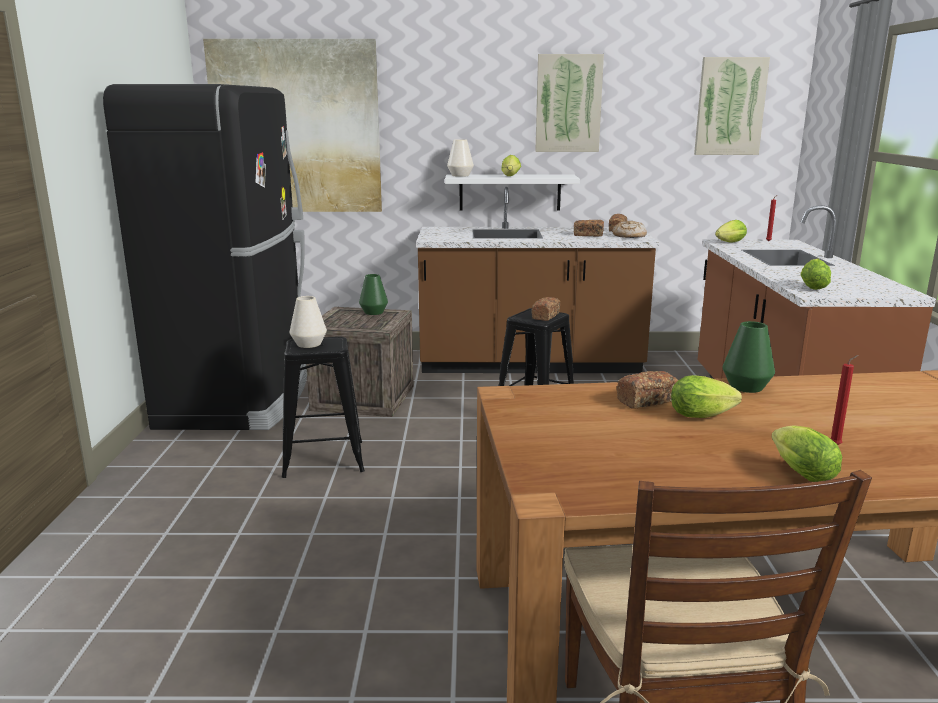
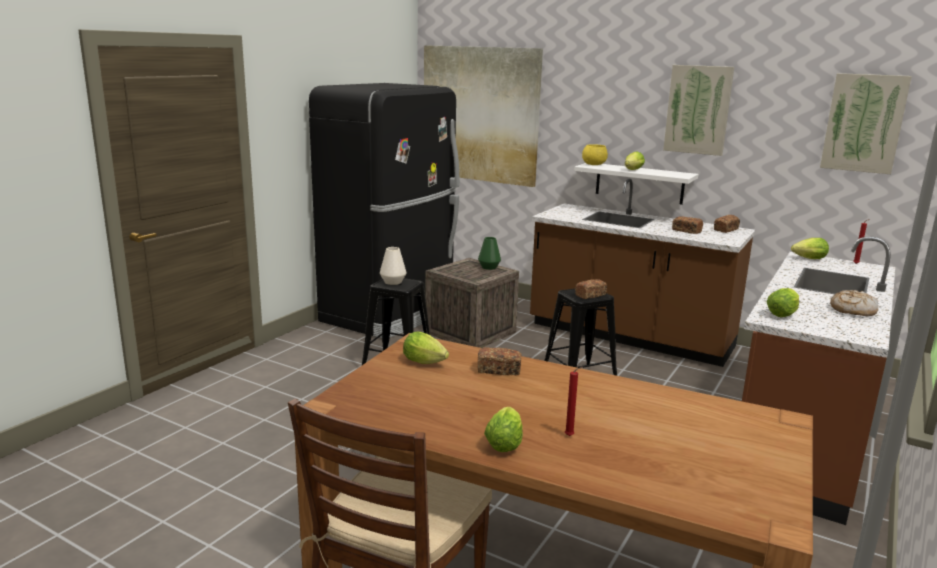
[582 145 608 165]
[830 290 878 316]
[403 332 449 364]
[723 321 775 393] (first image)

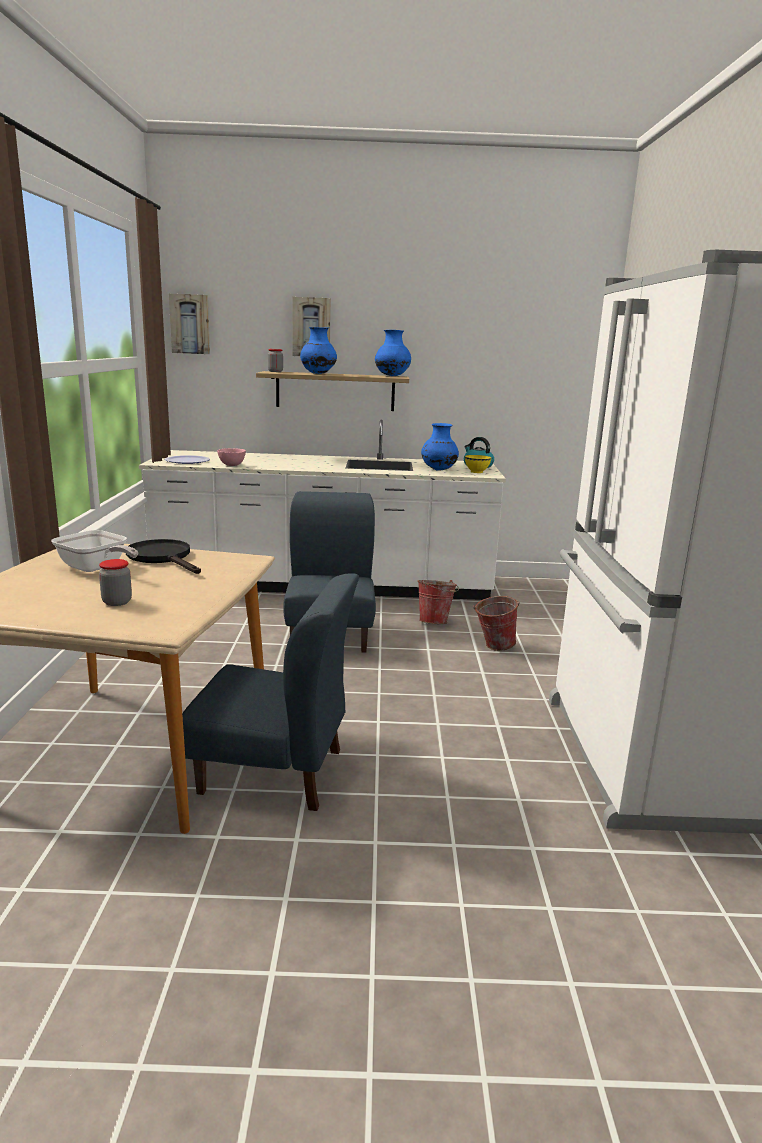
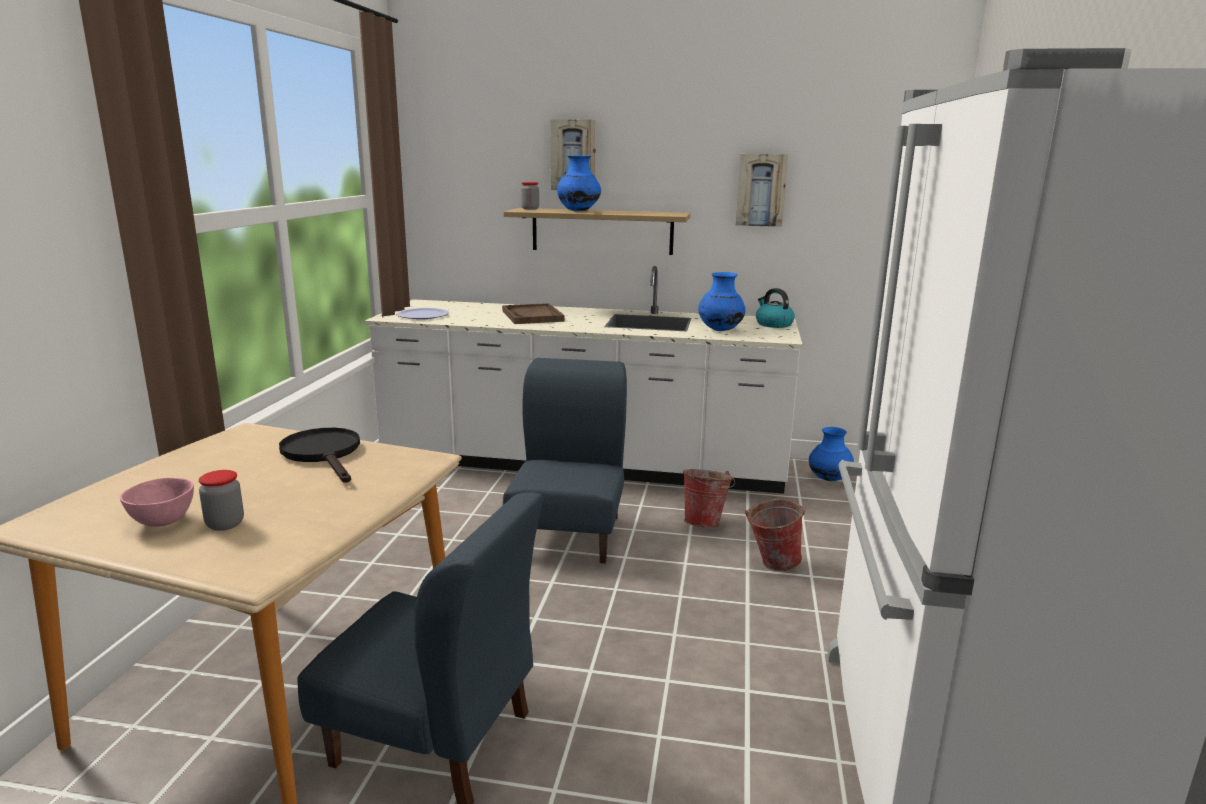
[51 530 138 572] (first image)
[736 154 788 227]
[120 478 194 527]
[809 427 854 481]
[465 455 491 473] (first image)
[502 303 565 324]

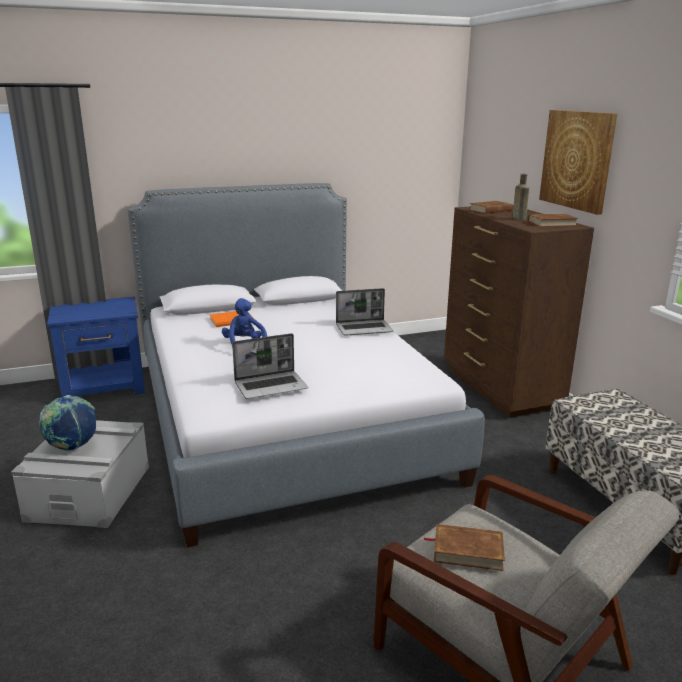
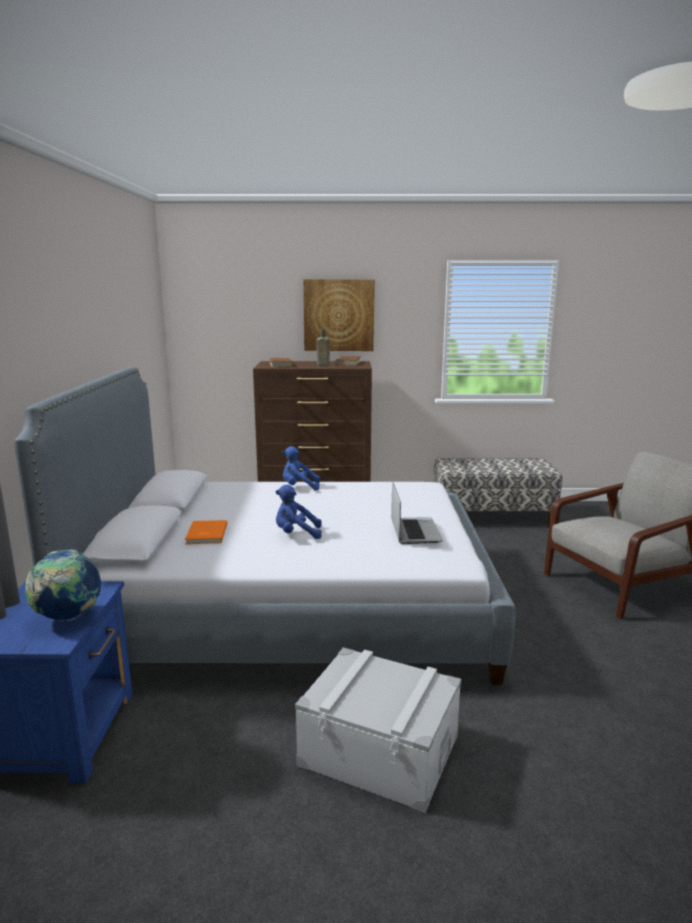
[25 549 101 621]
[283 446 320 491]
[423 524 505 571] (first image)

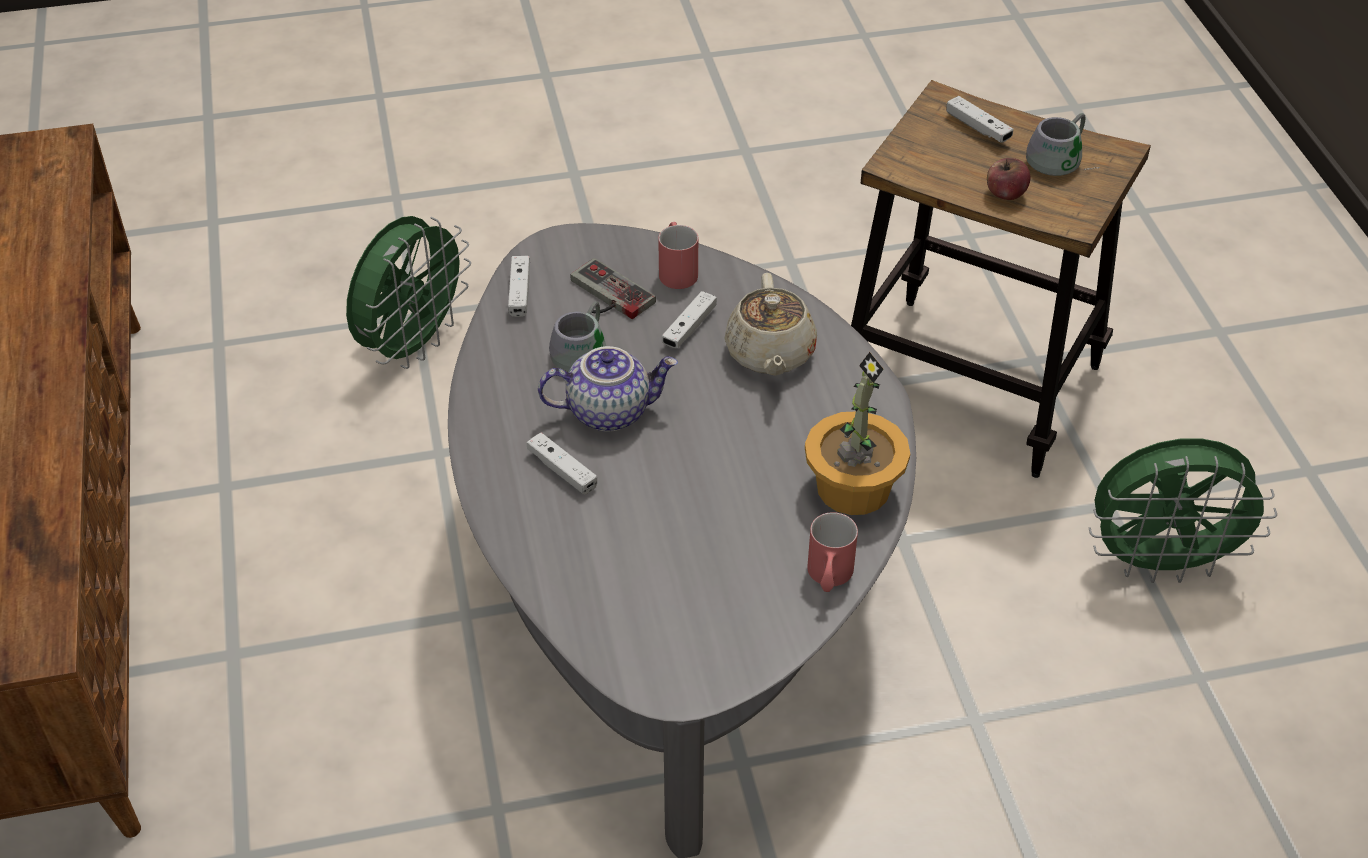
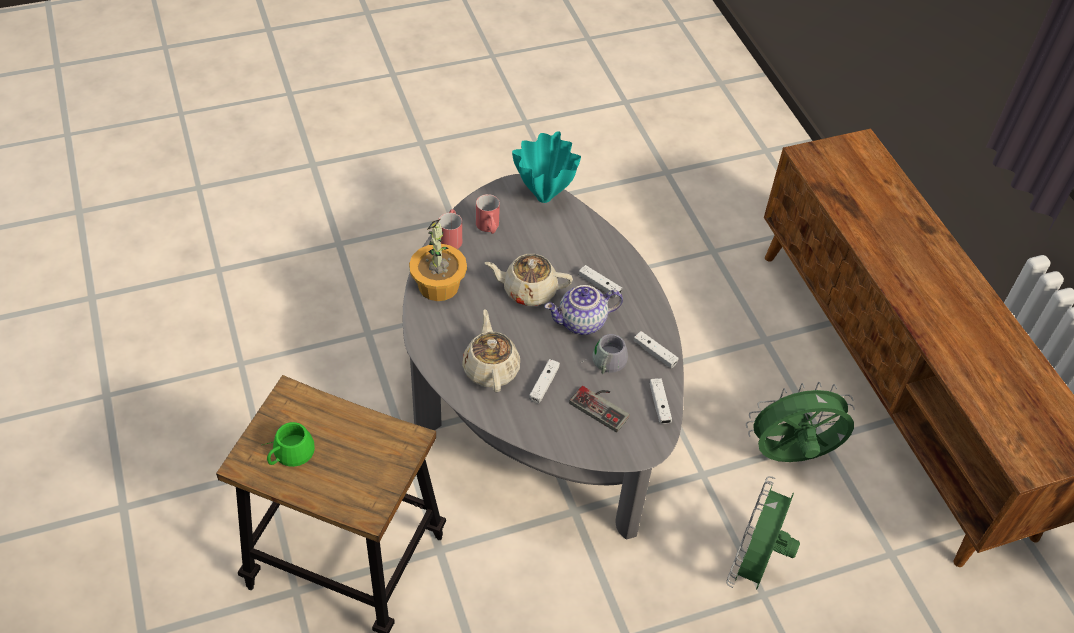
[476 194 500 234]
[633 331 679 368]
[987 158 1030 200] (first image)
[261 422 315 467]
[746 382 855 462]
[485 254 573 306]
[512 131 581 203]

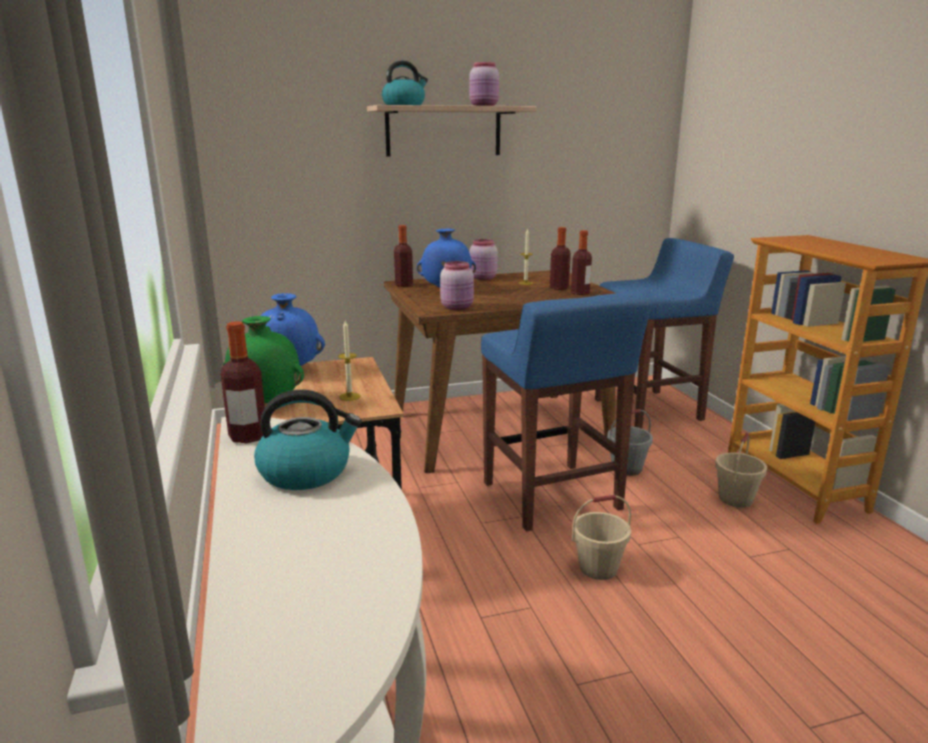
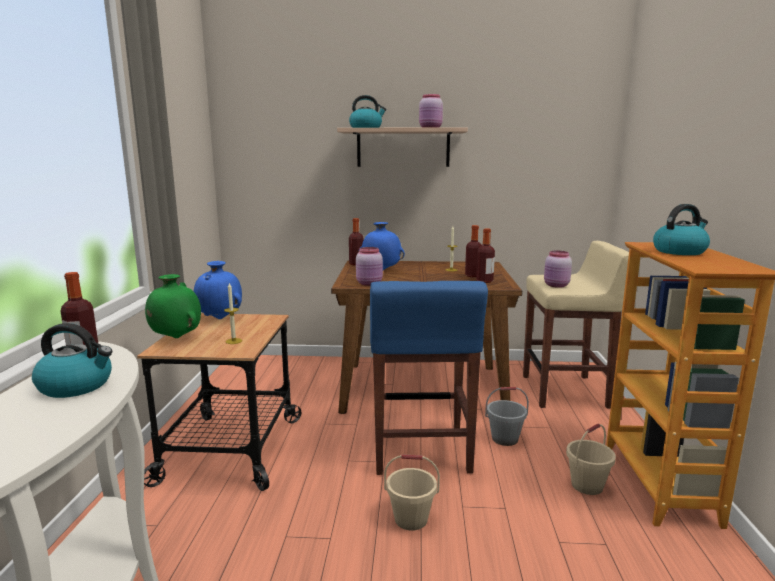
[544 251 572 288]
[523 241 629 409]
[653 204 710 255]

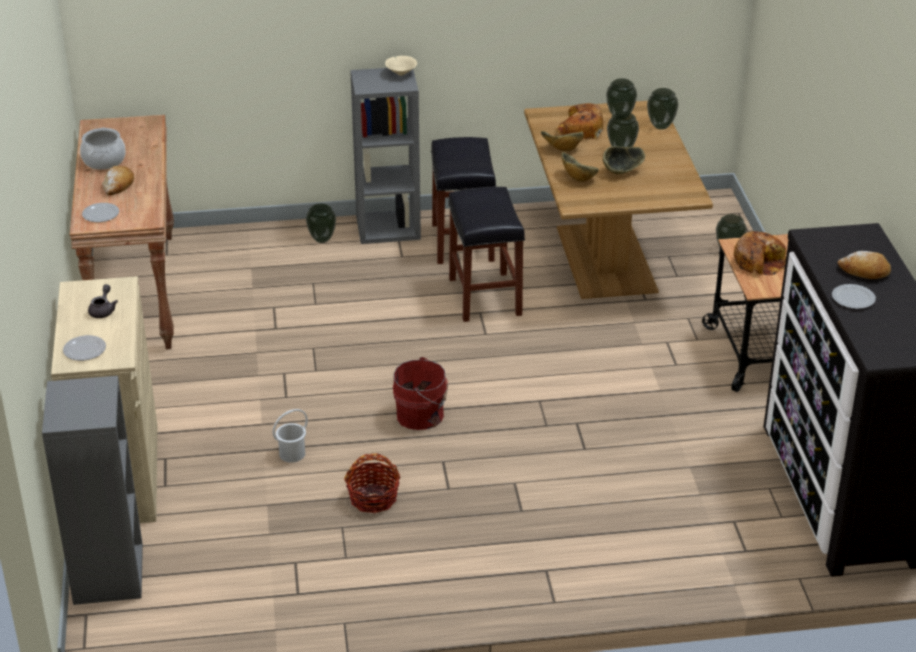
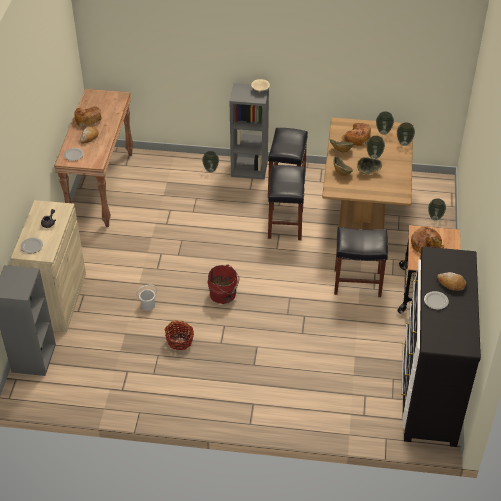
[74 106 101 127]
[334 227 388 297]

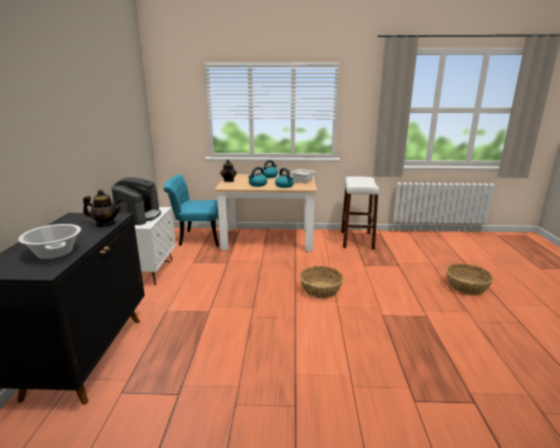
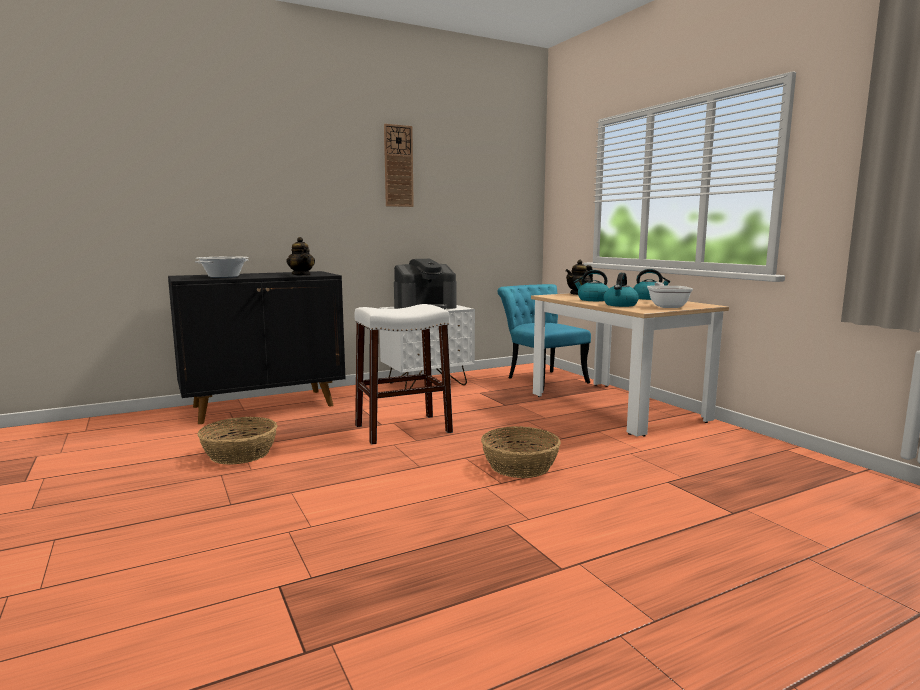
[354 304 453 445]
[197 417 277 465]
[384 124 414 207]

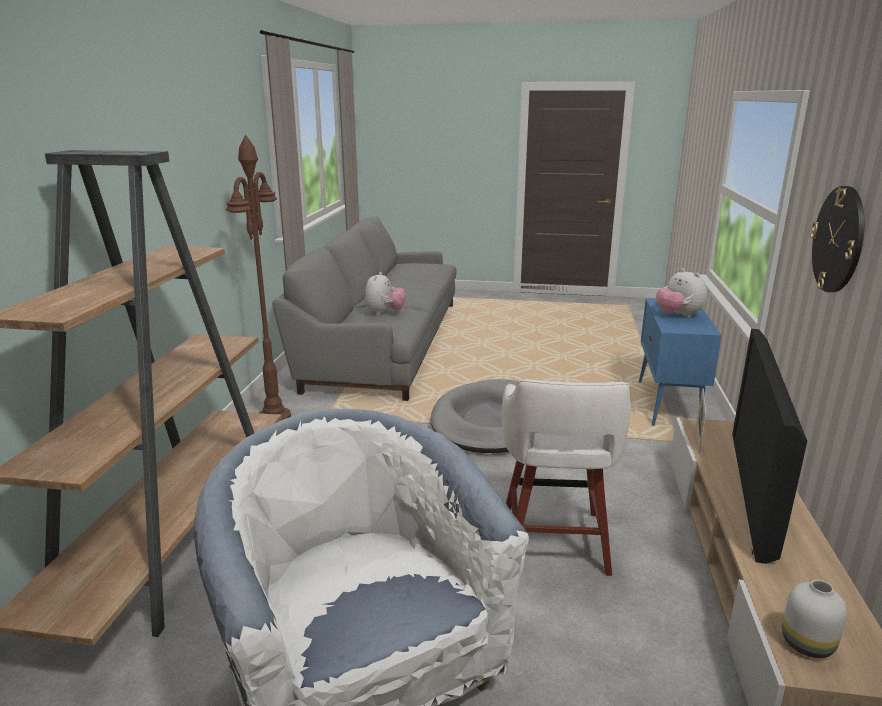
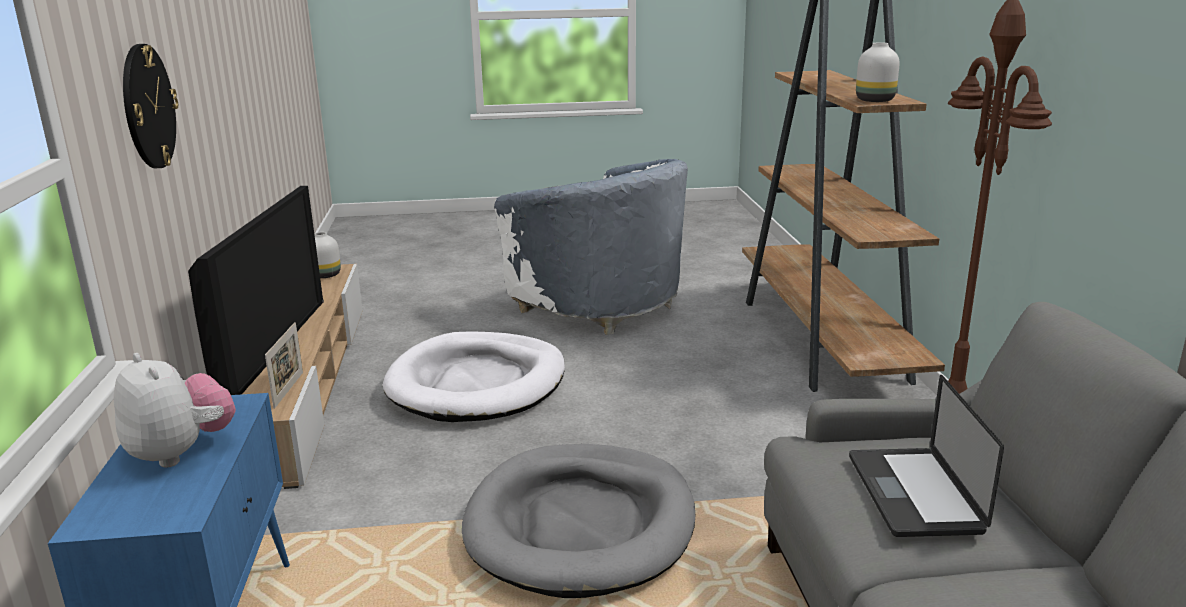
[849 375 1004 537]
[383 331 565 422]
[856 42 900 102]

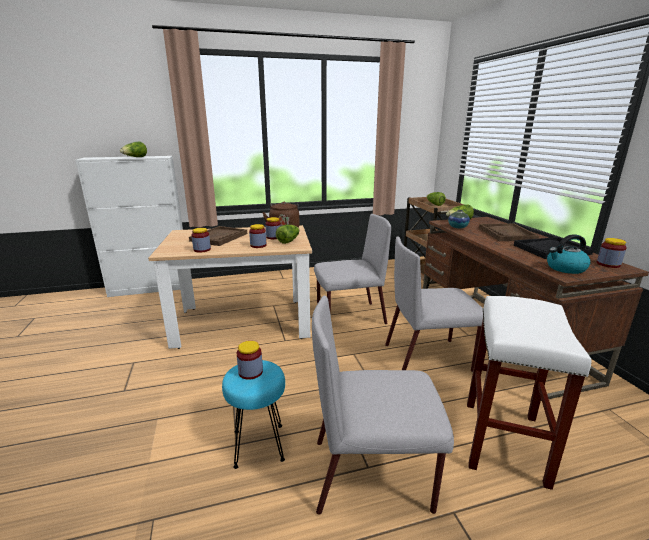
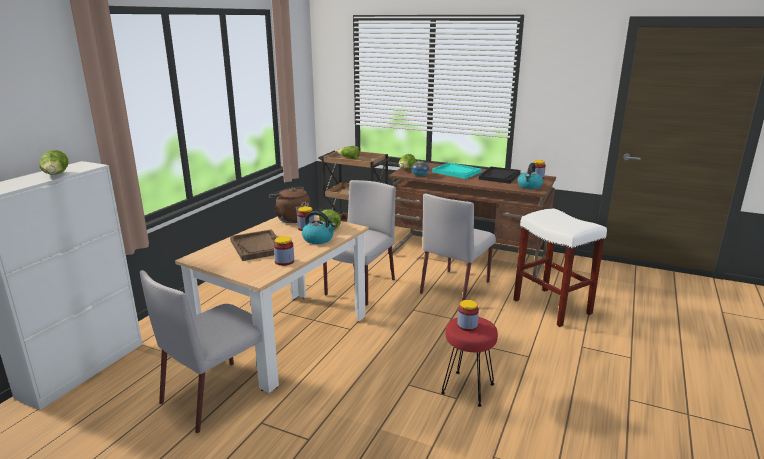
[441 317 498 407]
[302 211 336 244]
[140 270 262 433]
[432 163 482 179]

